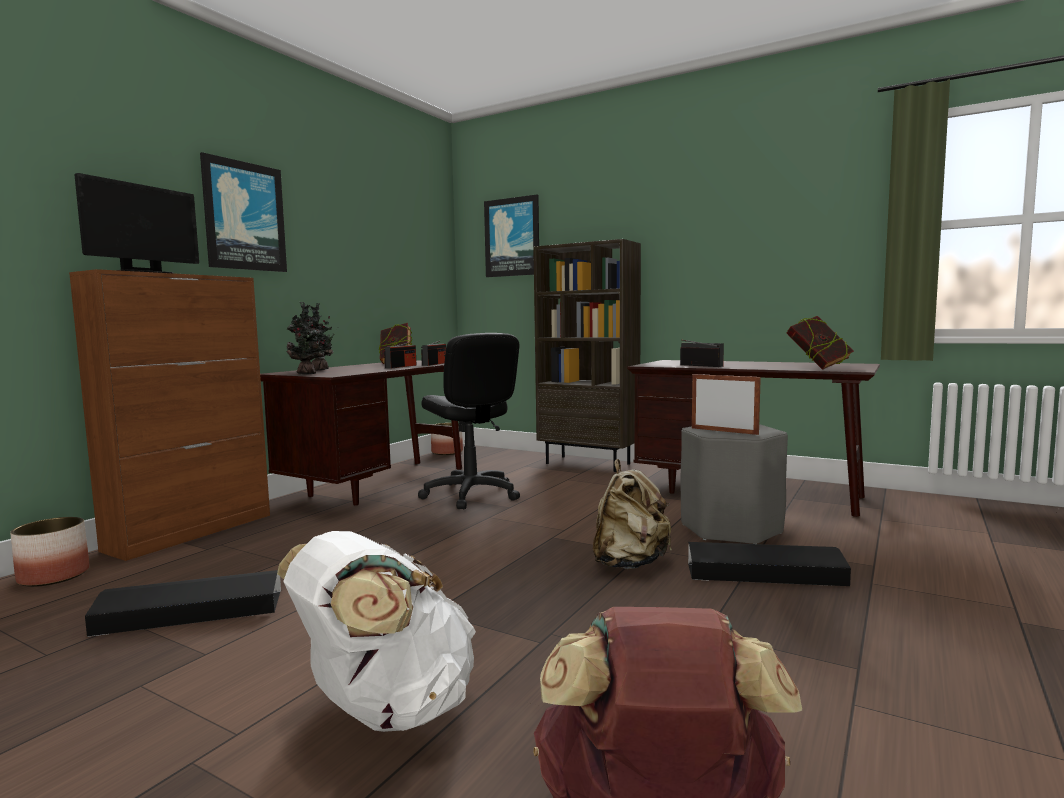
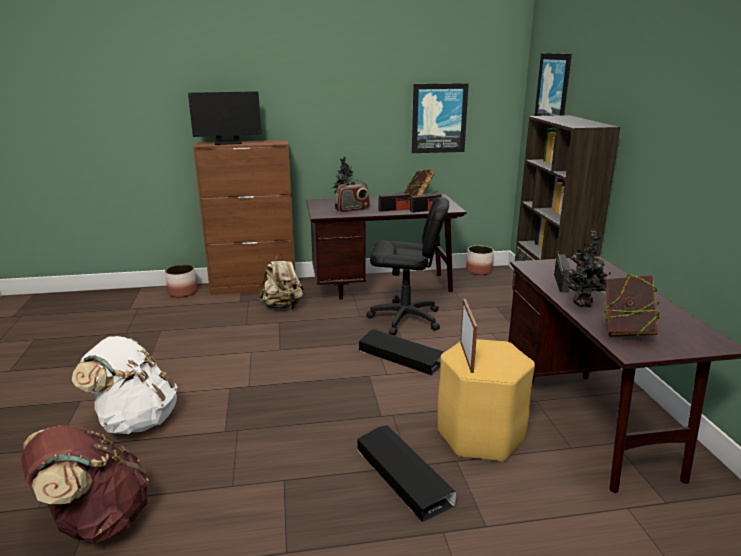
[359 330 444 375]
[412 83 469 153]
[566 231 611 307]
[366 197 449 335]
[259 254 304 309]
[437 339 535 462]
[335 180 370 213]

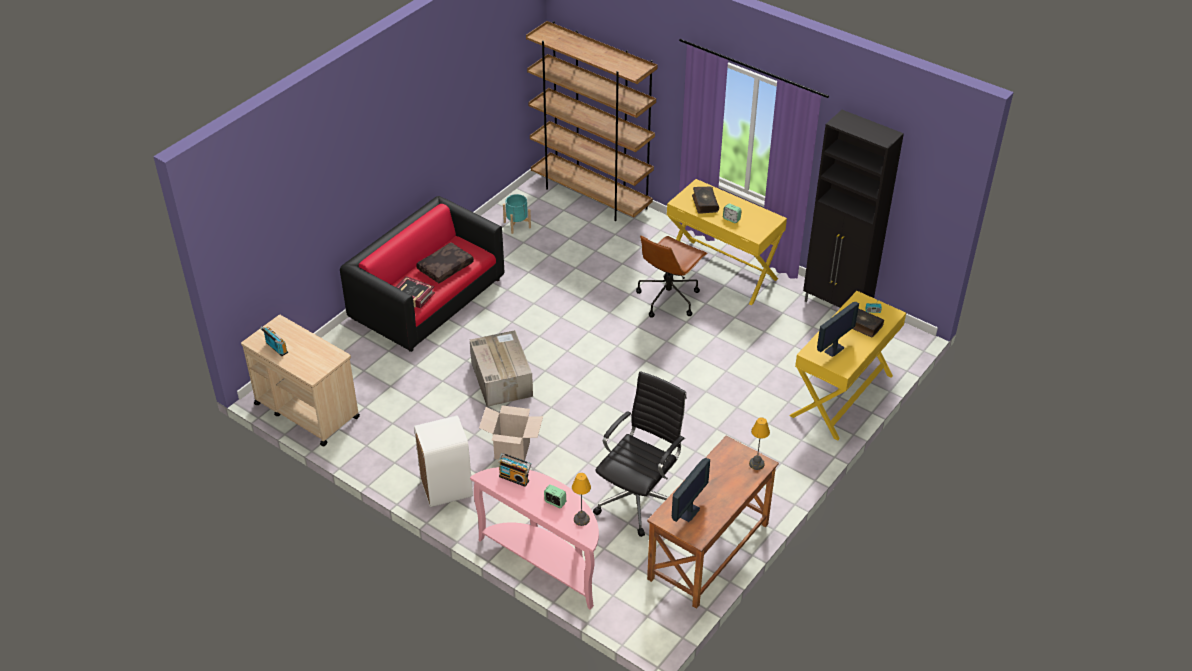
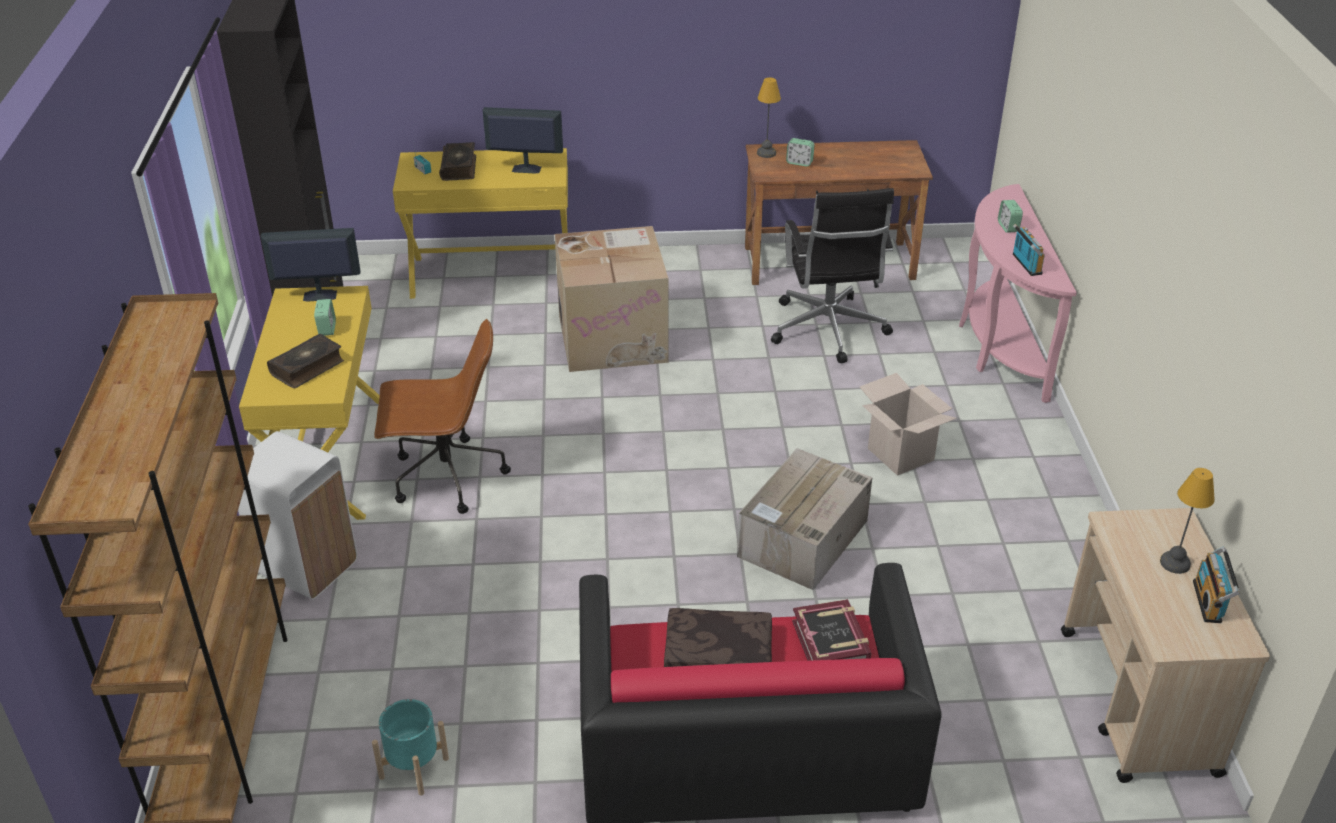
[238 431 357 600]
[1160 468 1215 574]
[771 188 894 363]
[261 228 361 301]
[555 226 668 372]
[786 138 815 166]

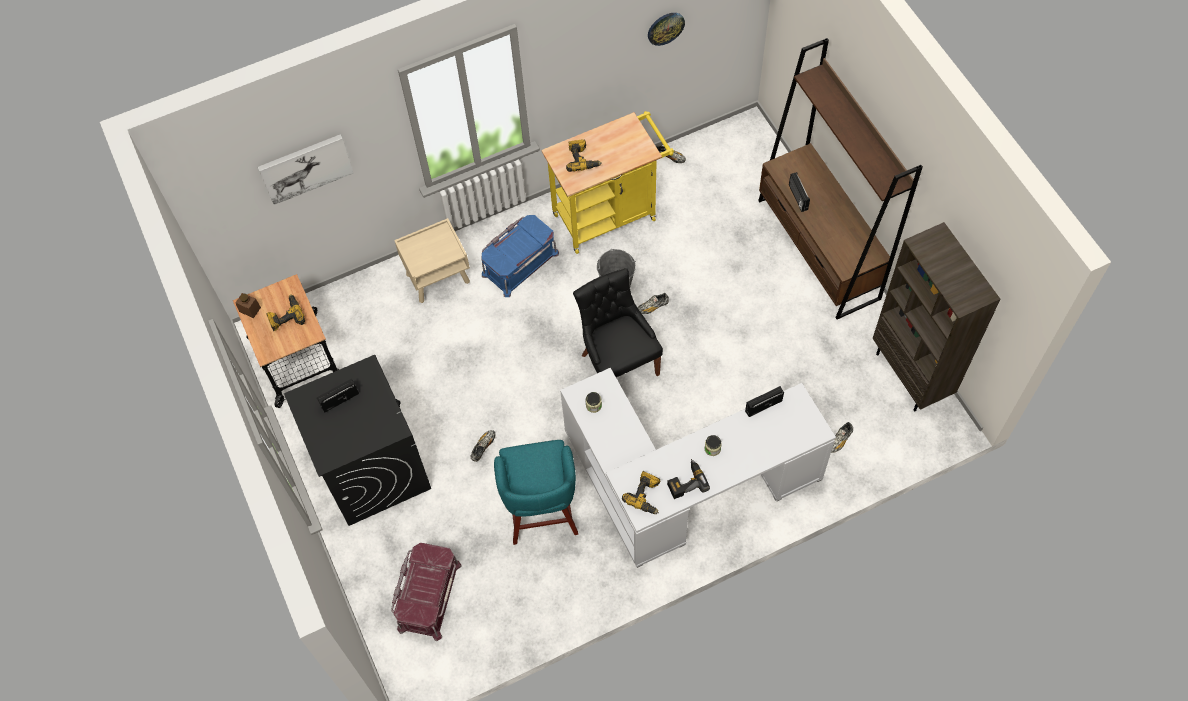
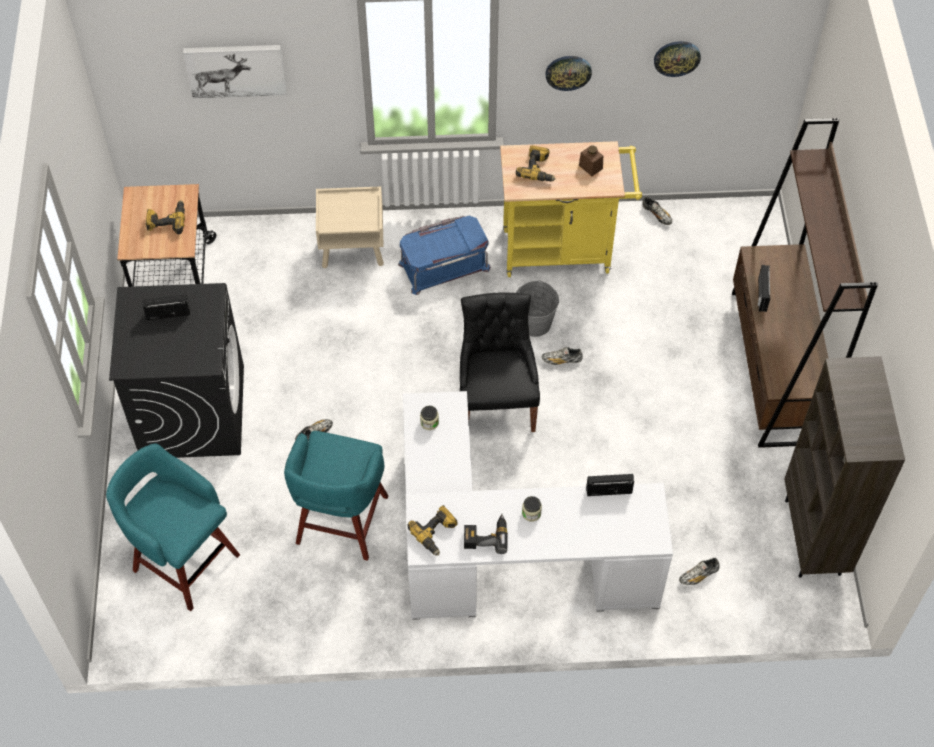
[579 145 603 176]
[106 443 240 611]
[545 56 592 91]

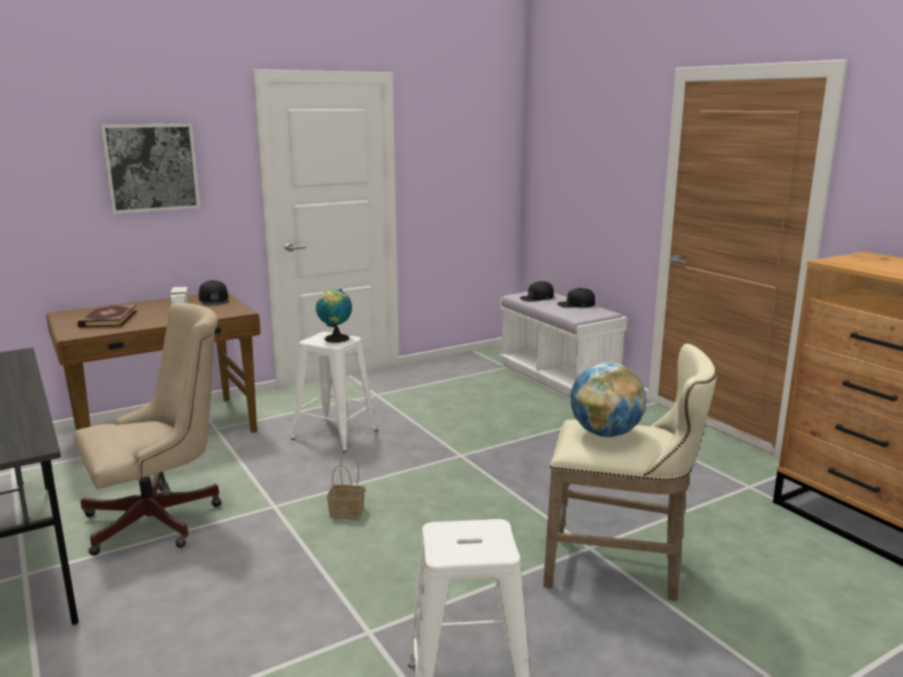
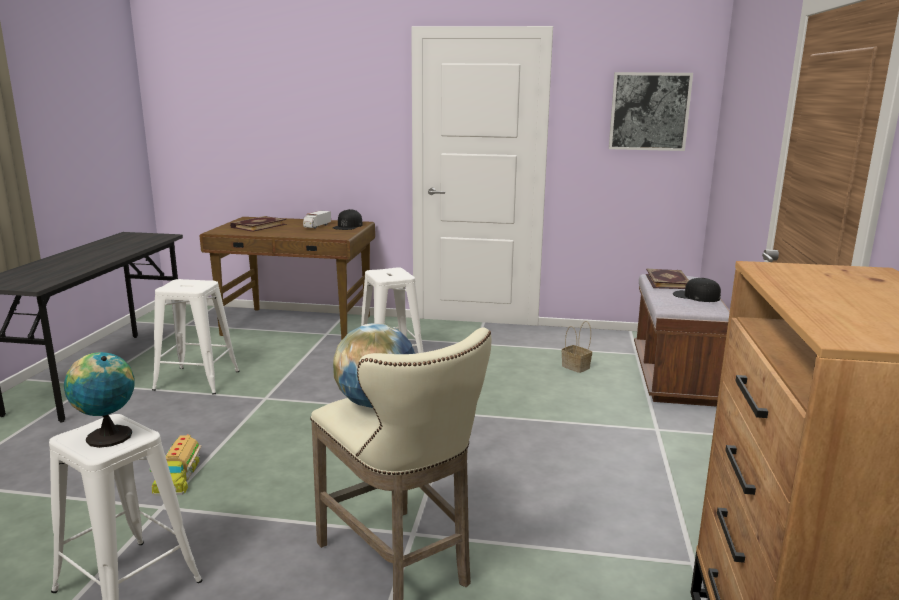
[152 279 240 395]
[609 72 693 151]
[64 352 135 448]
[562 321 592 373]
[634 274 730 407]
[646 268 689 289]
[149 434 202 496]

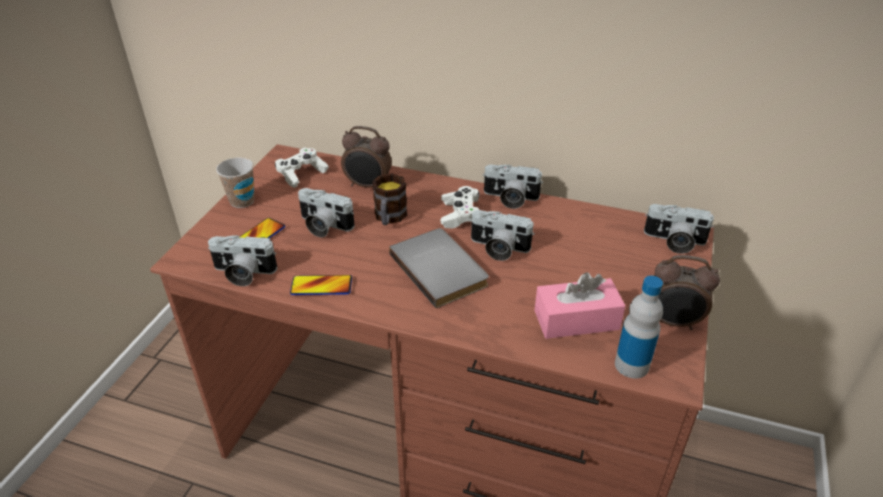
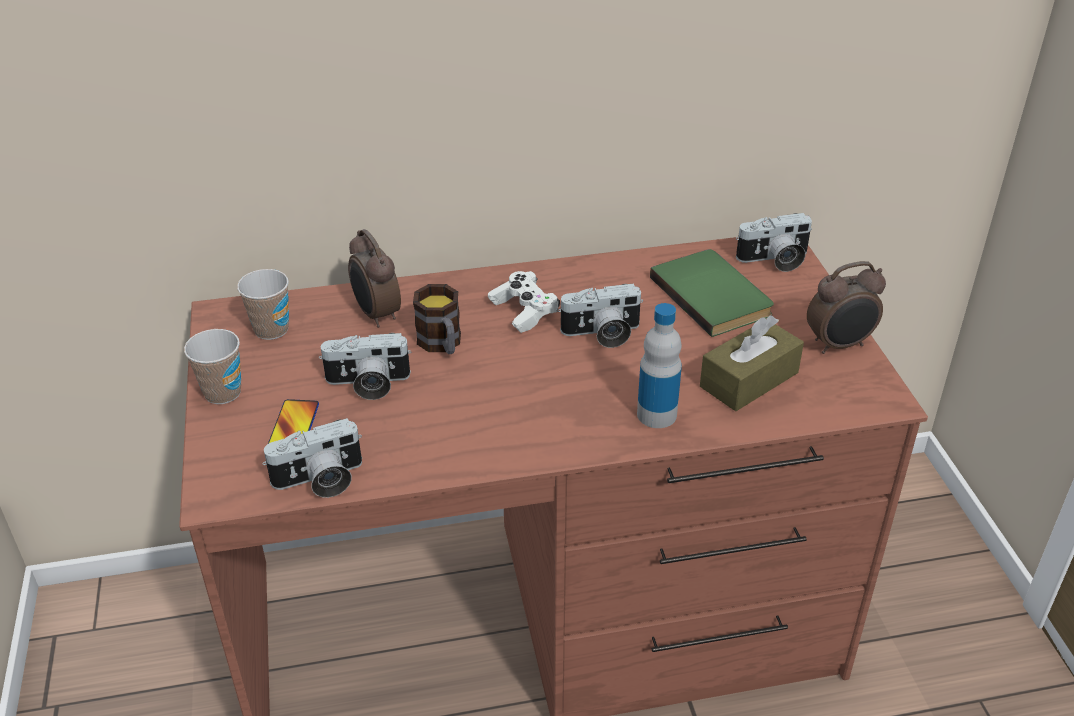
[237 269 289 340]
[290 275 352 295] (first image)
[348 229 401 328]
[389 228 489 308] (first image)
[482 164 543 209] (first image)
[700 315 804 411]
[637 303 682 428]
[650 249 774 337]

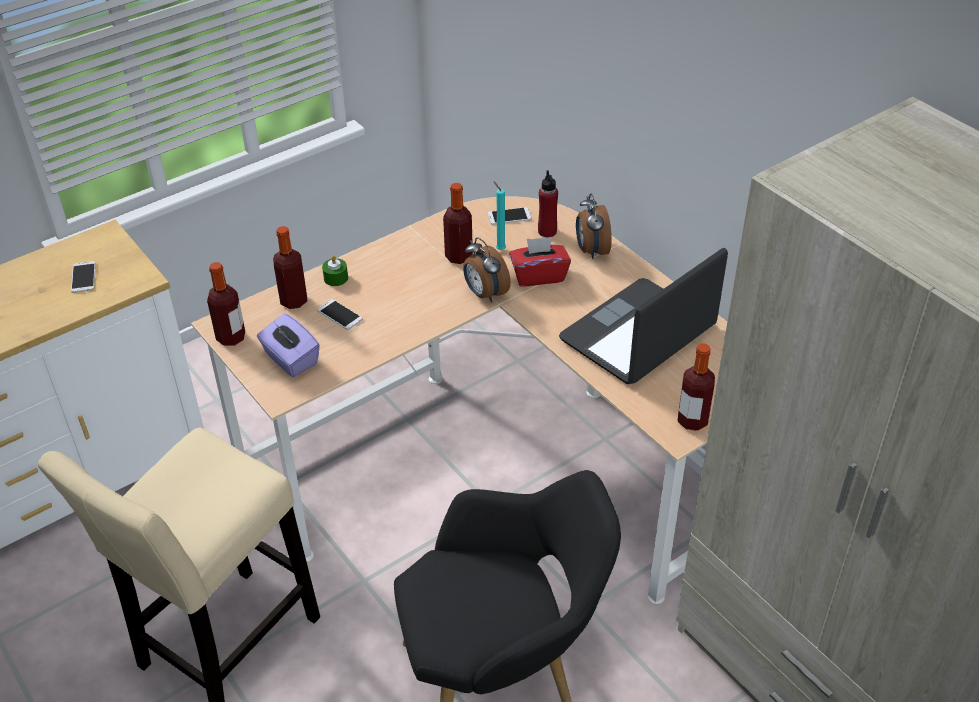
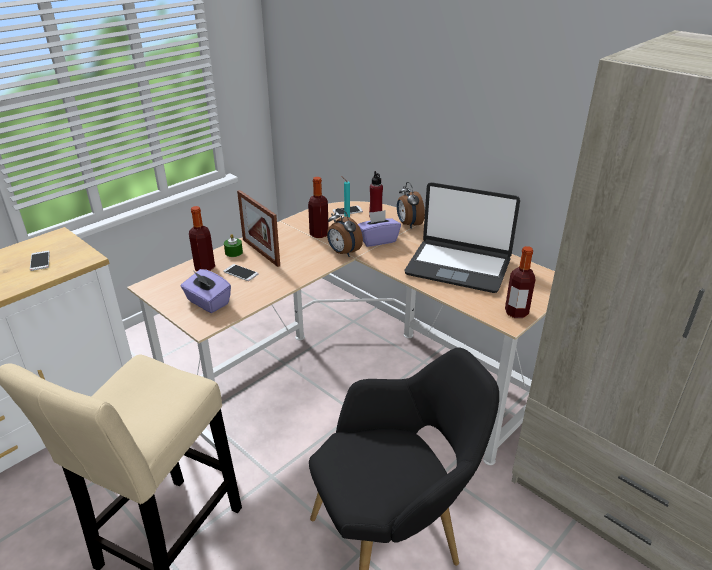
[207 262 245 346] (first image)
[358 210 401 247]
[405 182 520 293]
[237 190 280 267]

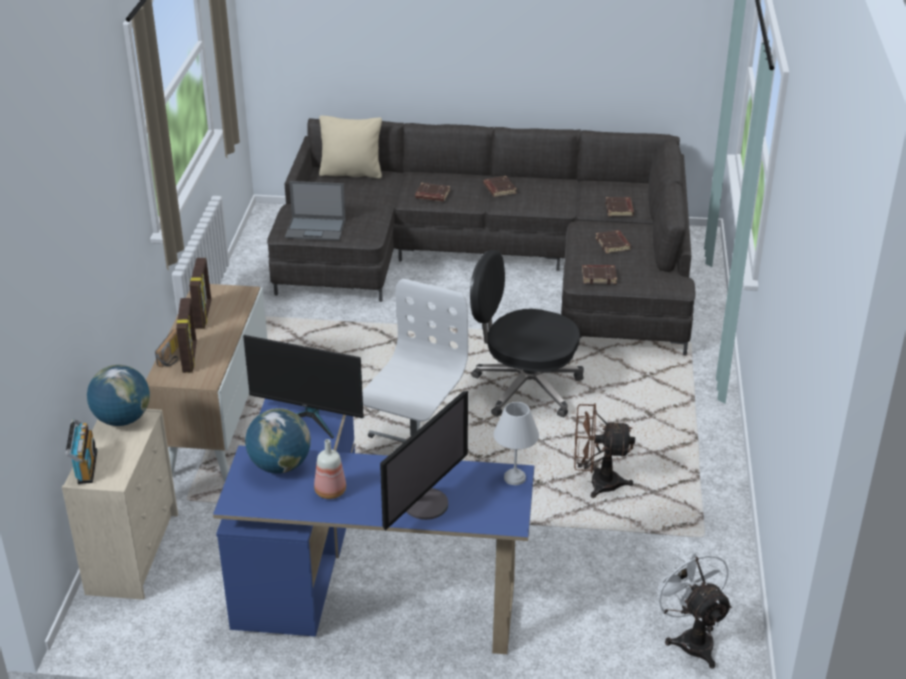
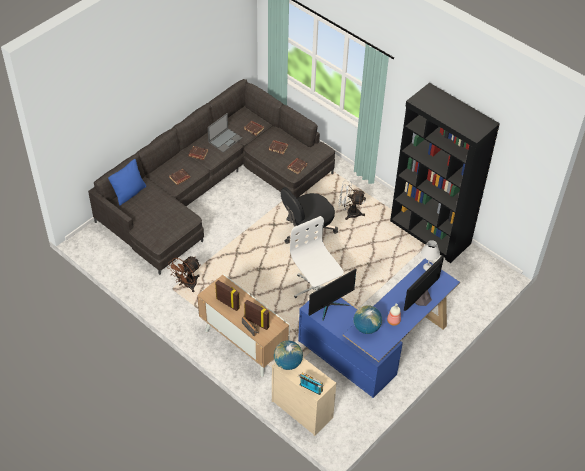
[208 113 242 153]
[108 159 146 206]
[404 255 444 311]
[168 256 201 292]
[338 180 366 220]
[390 83 500 263]

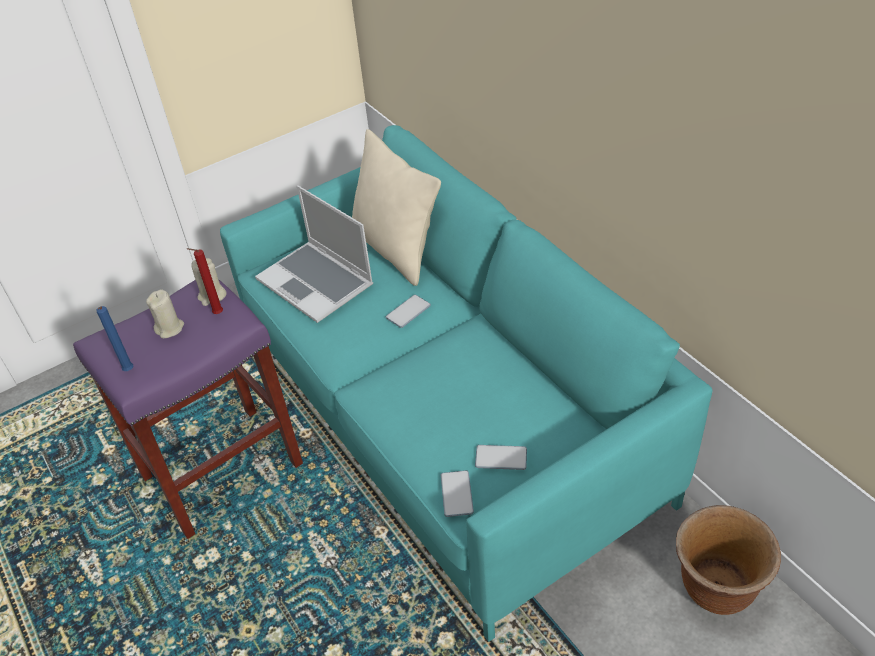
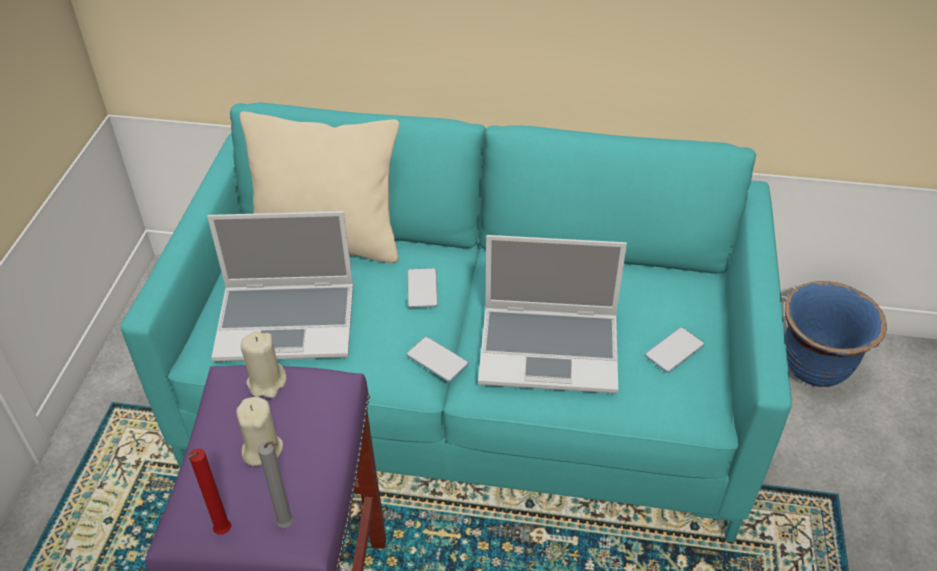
[258 441 294 528]
[187 449 231 535]
[406 337 469 382]
[785 281 887 387]
[478 235 627 393]

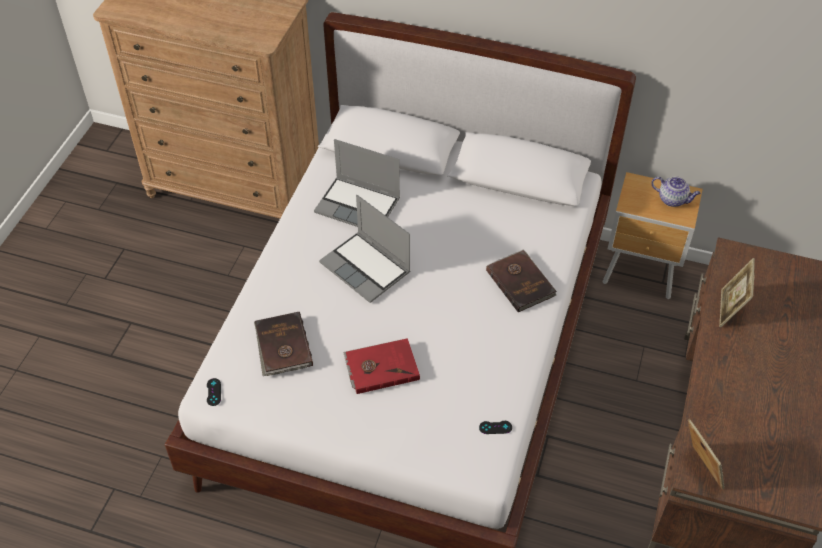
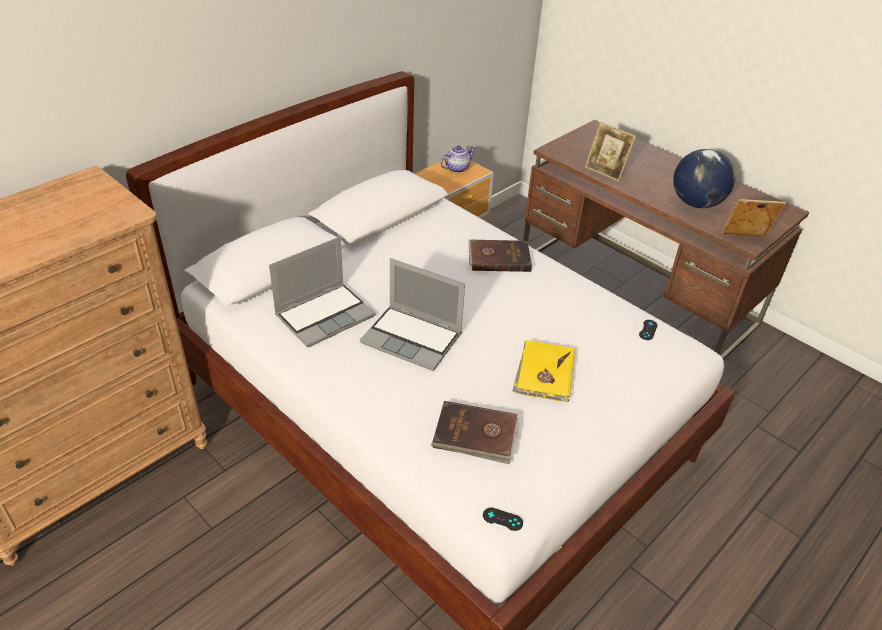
[360 258 465 371]
[512 340 575 403]
[673 149 735 208]

